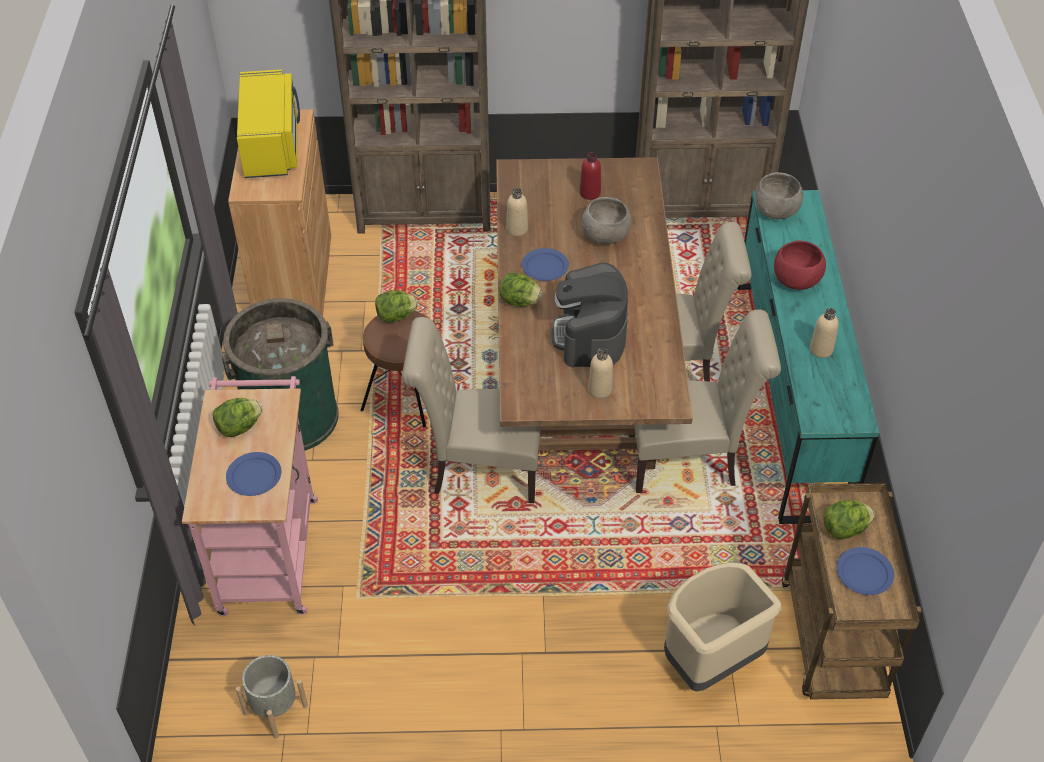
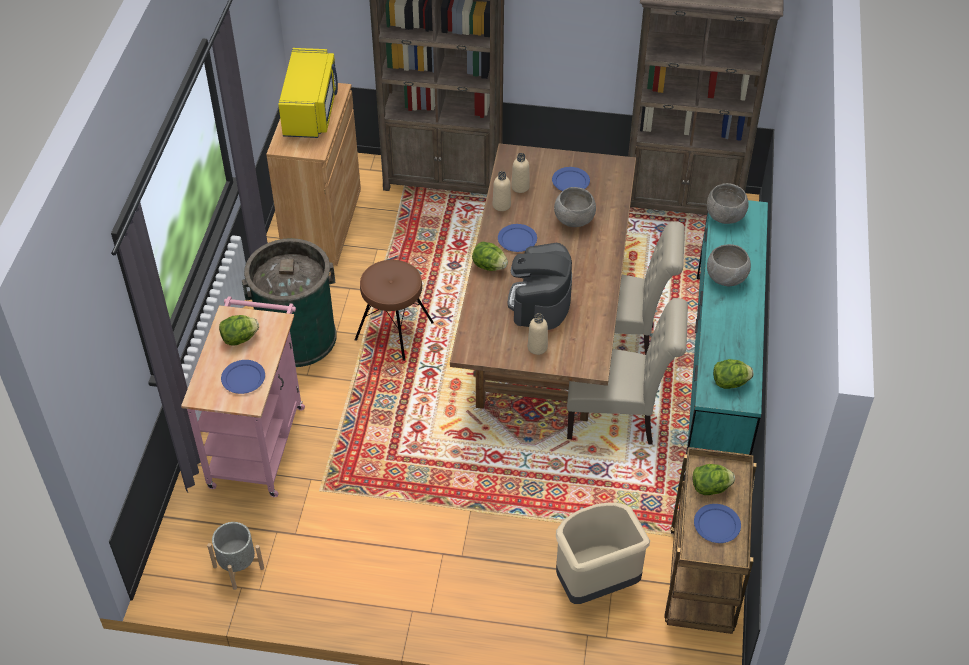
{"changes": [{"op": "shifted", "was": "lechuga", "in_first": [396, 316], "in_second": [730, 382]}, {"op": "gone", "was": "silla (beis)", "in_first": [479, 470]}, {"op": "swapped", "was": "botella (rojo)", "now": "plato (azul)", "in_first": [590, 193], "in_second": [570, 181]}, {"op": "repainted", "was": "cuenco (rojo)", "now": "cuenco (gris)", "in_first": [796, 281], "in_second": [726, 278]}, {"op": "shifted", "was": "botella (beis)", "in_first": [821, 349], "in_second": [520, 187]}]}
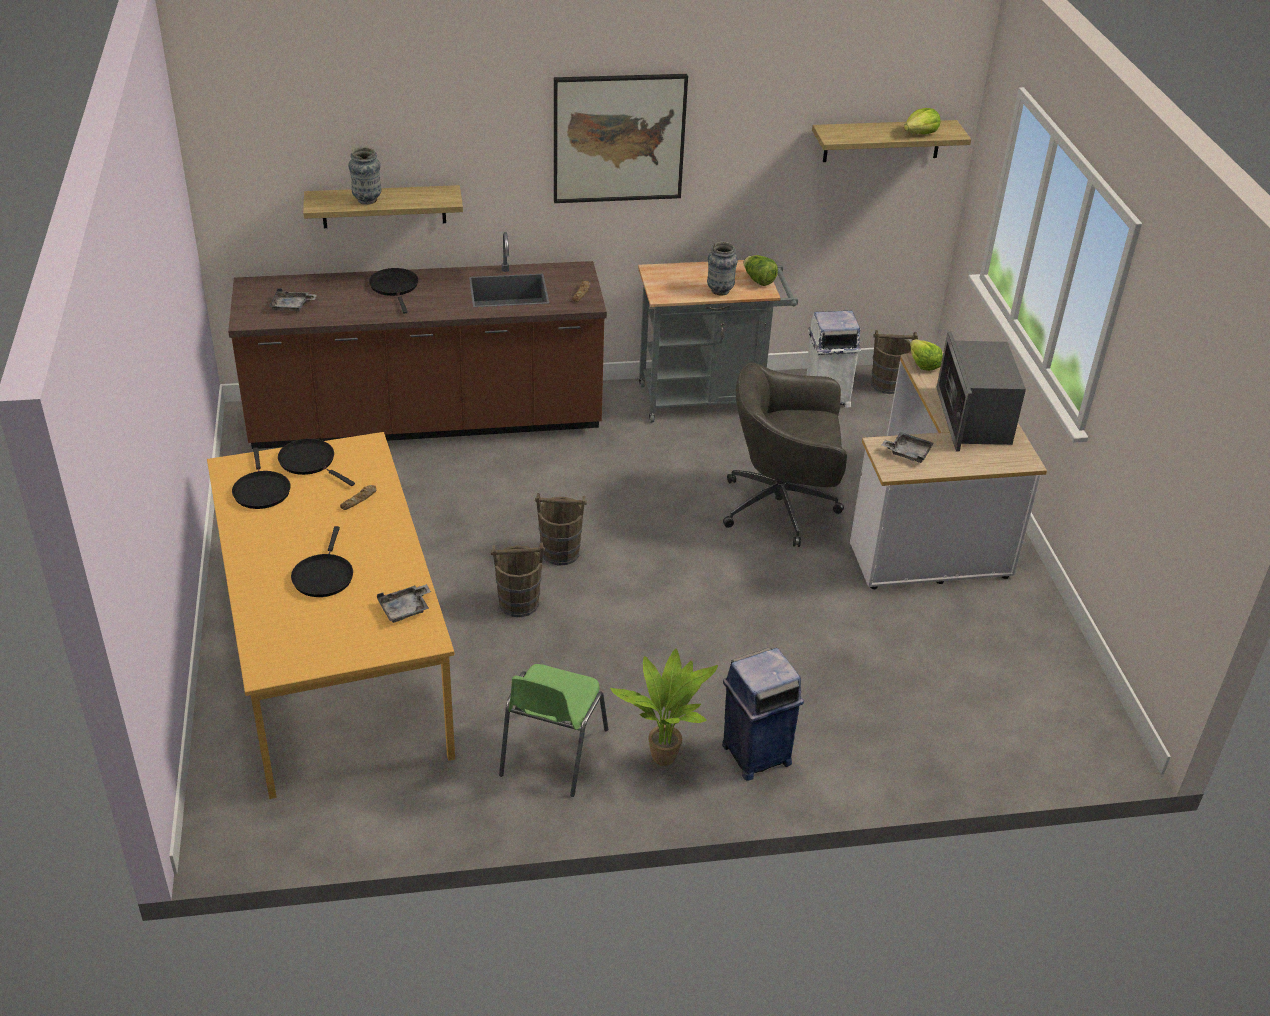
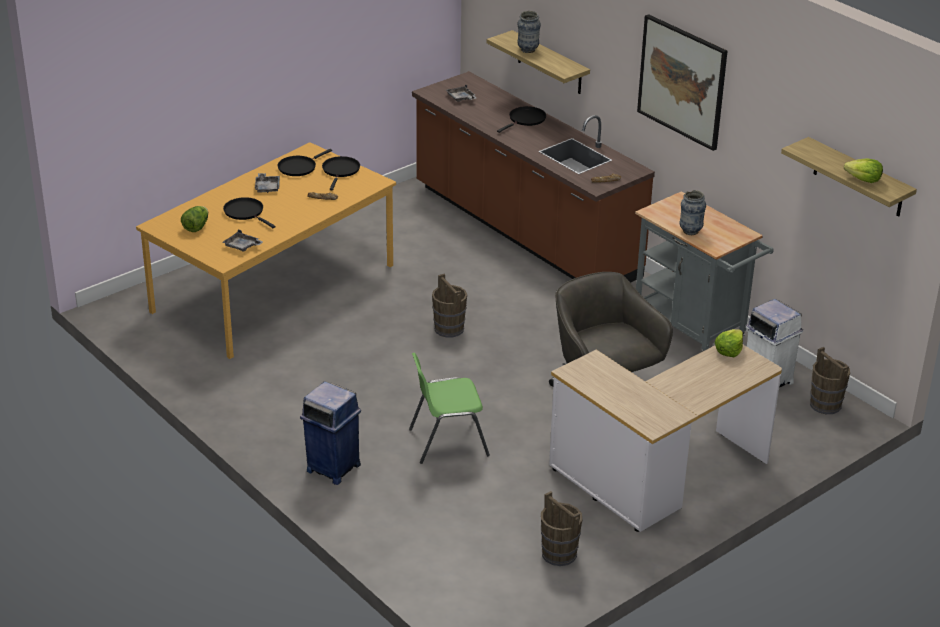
{"changes": [{"op": "rotated", "was": "sartén (negro)", "in_first": [323, 576], "in_second": [245, 212], "clockwise": 75}, {"op": "shifted", "was": "cubo (marrón)", "in_first": [519, 603], "in_second": [559, 554]}, {"op": "shifted", "was": "silla (verde)", "in_first": [551, 753], "in_second": [447, 442]}, {"op": "gone", "was": "planta en maceta", "in_first": [664, 755]}, {"op": "shifted", "was": "lechuga", "in_first": [758, 280], "in_second": [196, 227]}, {"op": "shifted", "was": "bandeja (gris)", "in_first": [907, 452], "in_second": [267, 187]}, {"op": "gone", "was": "microondas", "in_first": [973, 419]}]}
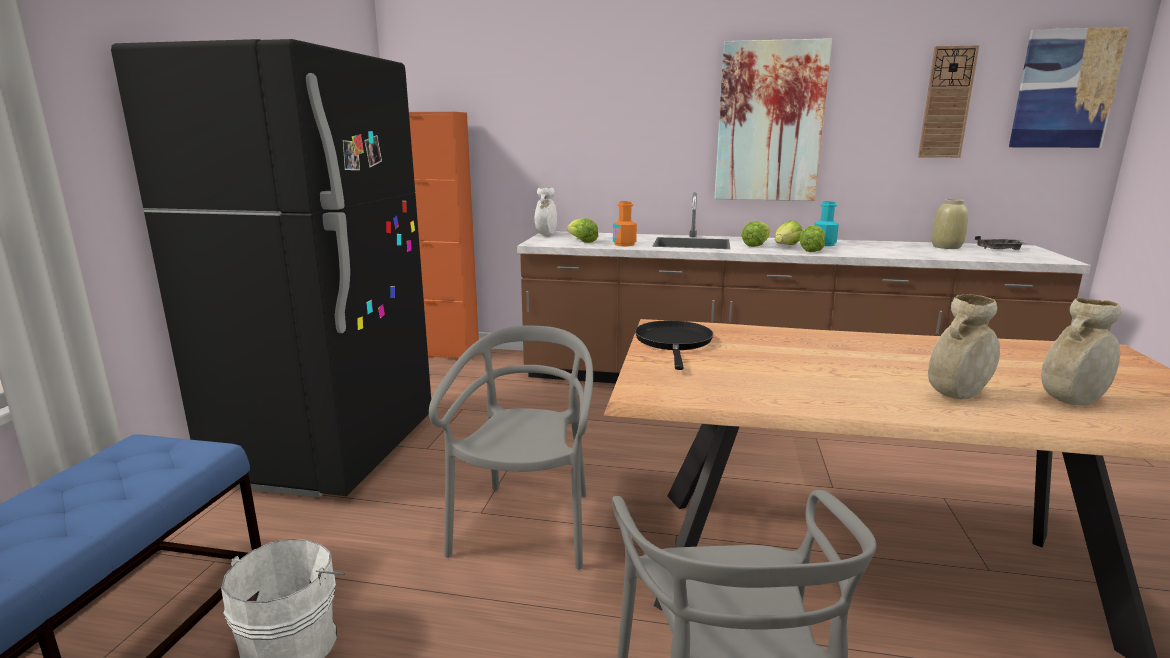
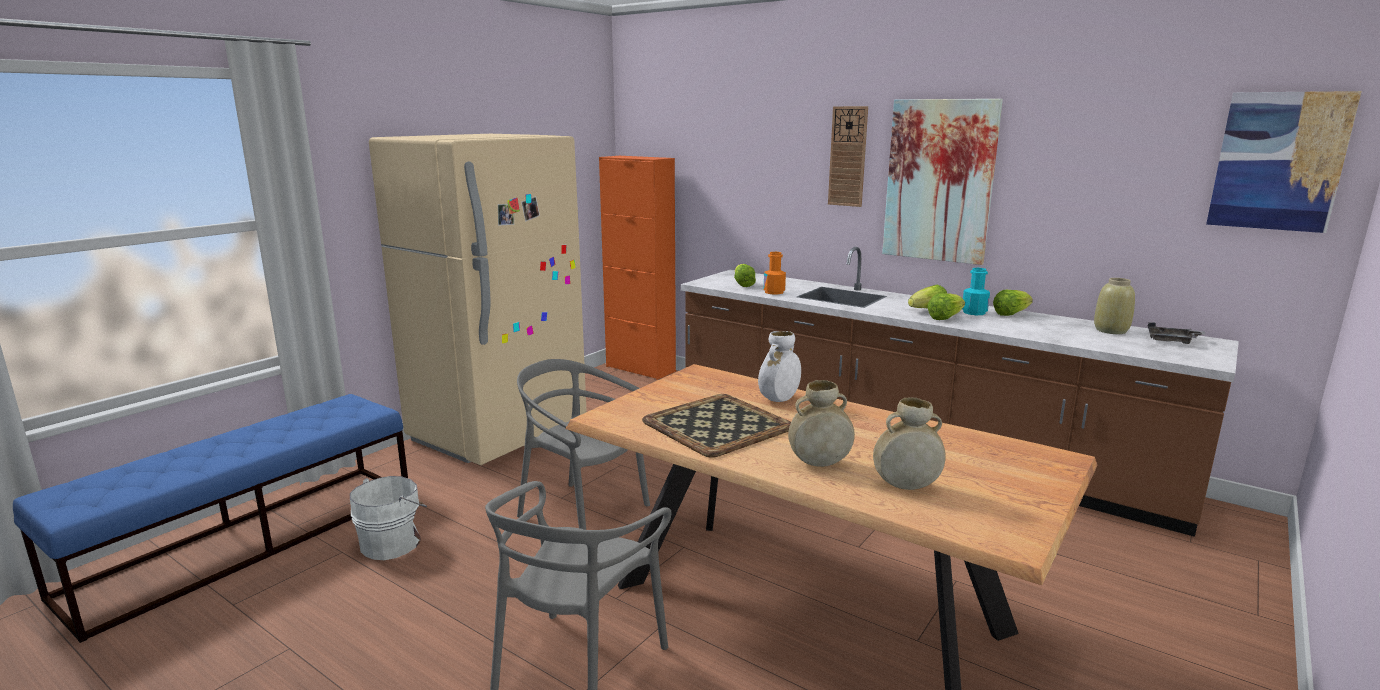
{"changes": [{"op": "repainted", "was": "nevera (negro)", "now": "nevera (beis)", "in_first": [329, 450], "in_second": [499, 433]}, {"op": "rotated", "was": "silla (gris)", "in_first": [526, 526], "in_second": [583, 514], "clockwise": -90}, {"op": "shifted", "was": "florero (blanco)", "in_first": [546, 235], "in_second": [779, 400]}, {"op": "gone", "was": "sartén (negro)", "in_first": [674, 342]}, {"op": "shifted", "was": "lechuga", "in_first": [756, 245], "in_second": [1011, 314]}, {"op": "shifted", "was": "reloj de pared", "in_first": [947, 103], "in_second": [848, 156]}, {"op": "new", "now": "bandeja", "in_second": [717, 424]}]}
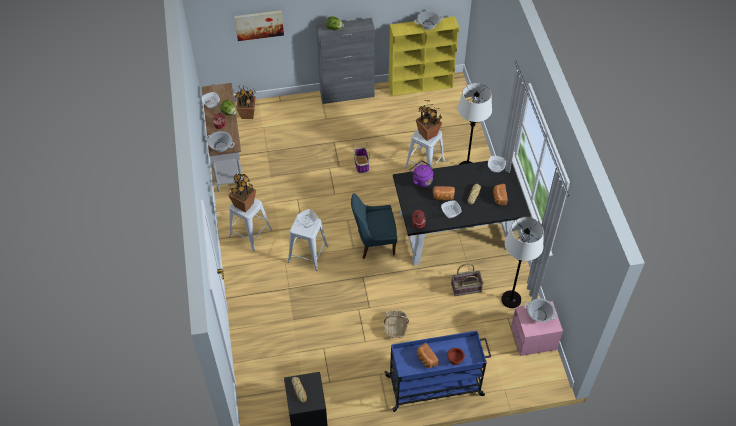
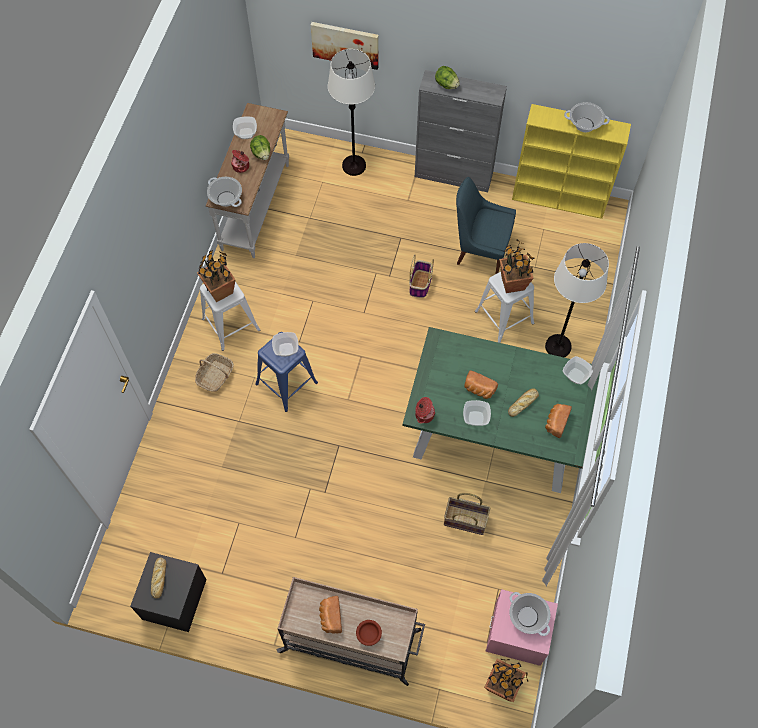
{"changes": [{"op": "shifted", "was": "planta en maceta", "in_first": [248, 114], "in_second": [502, 685]}, {"op": "repainted", "was": "taburete (blanco)", "now": "taburete (azul)", "in_first": [308, 254], "in_second": [286, 383]}, {"op": "shifted", "was": "silla (azul)", "in_first": [374, 242], "in_second": [480, 250]}, {"op": "shifted", "was": "cesta", "in_first": [395, 327], "in_second": [215, 376]}, {"op": "repainted", "was": "carrito (azul)", "now": "carrito (beis)", "in_first": [435, 385], "in_second": [352, 641]}, {"op": "repainted", "was": "mesa de comedor (negro)", "now": "mesa de comedor (verde)", "in_first": [455, 230], "in_second": [495, 431]}, {"op": "gone", "was": "hervidor (morado)", "in_first": [421, 180]}, {"op": "shifted", "was": "lámpara de pie (blanco)", "in_first": [511, 300], "in_second": [354, 166]}]}
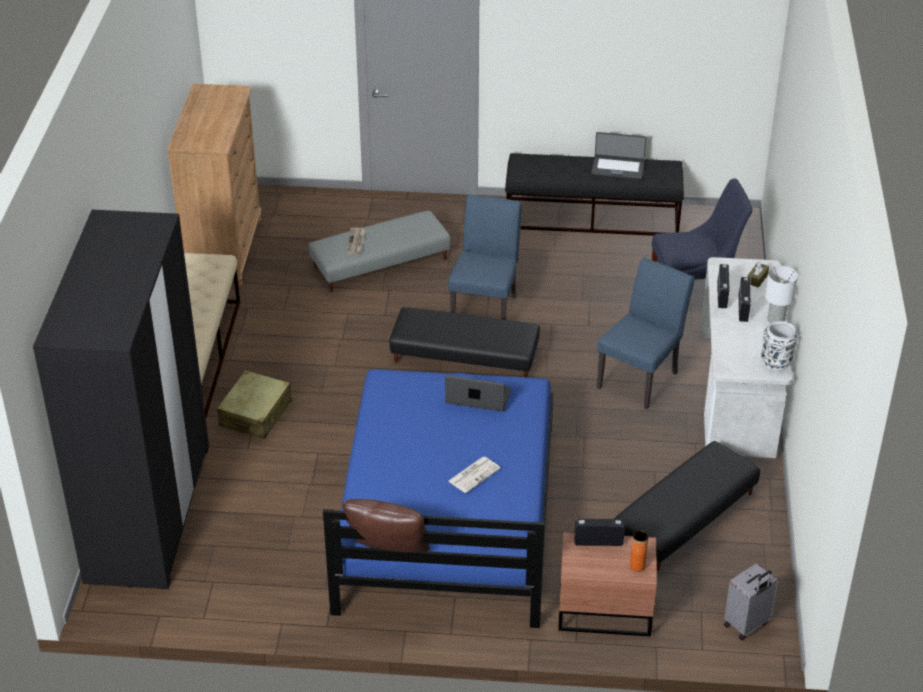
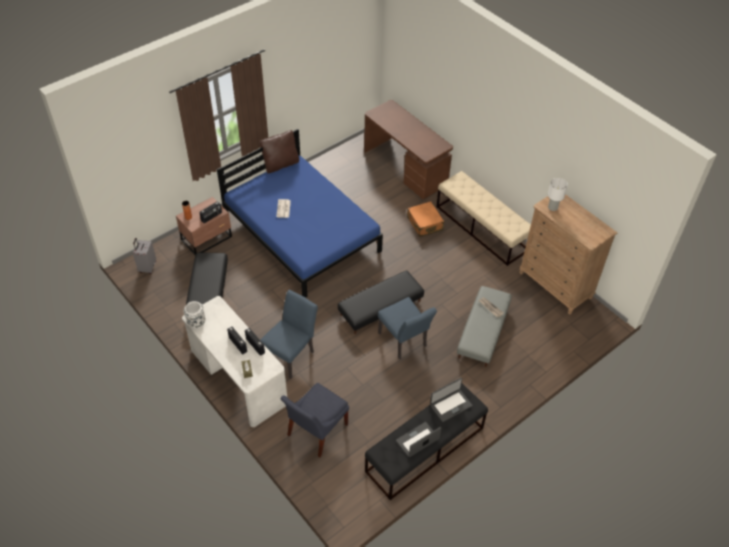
{"changes": [{"op": "swapped", "was": "armario ropero (negro)", "now": "escritorio (marrón)", "in_first": [148, 512], "in_second": [405, 167]}, {"op": "repainted", "was": "maleta (beis)", "now": "maleta (naranja)", "in_first": [256, 413], "in_second": [425, 223]}, {"op": "shifted", "was": "portátil", "in_first": [478, 397], "in_second": [450, 405]}, {"op": "rotated", "was": "silla (azul)", "in_first": [641, 377], "in_second": [291, 354], "clockwise": -135}, {"op": "shifted", "was": "lámpara de mesa (blanco)", "in_first": [776, 319], "in_second": [553, 207]}]}
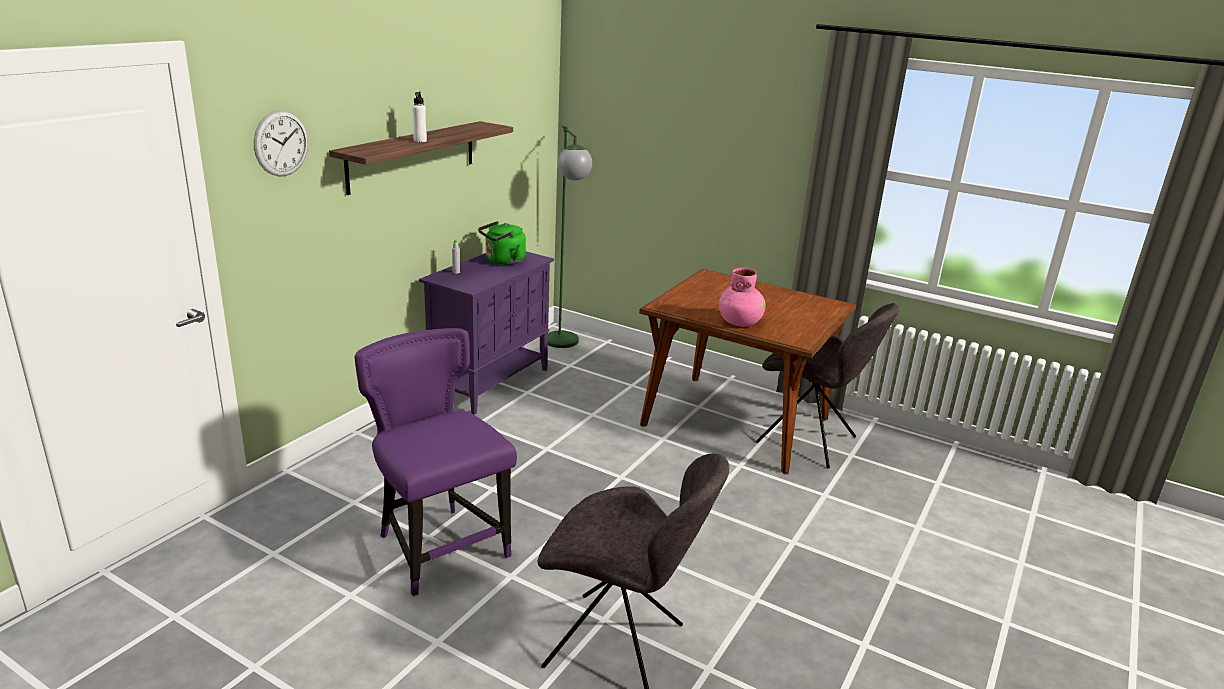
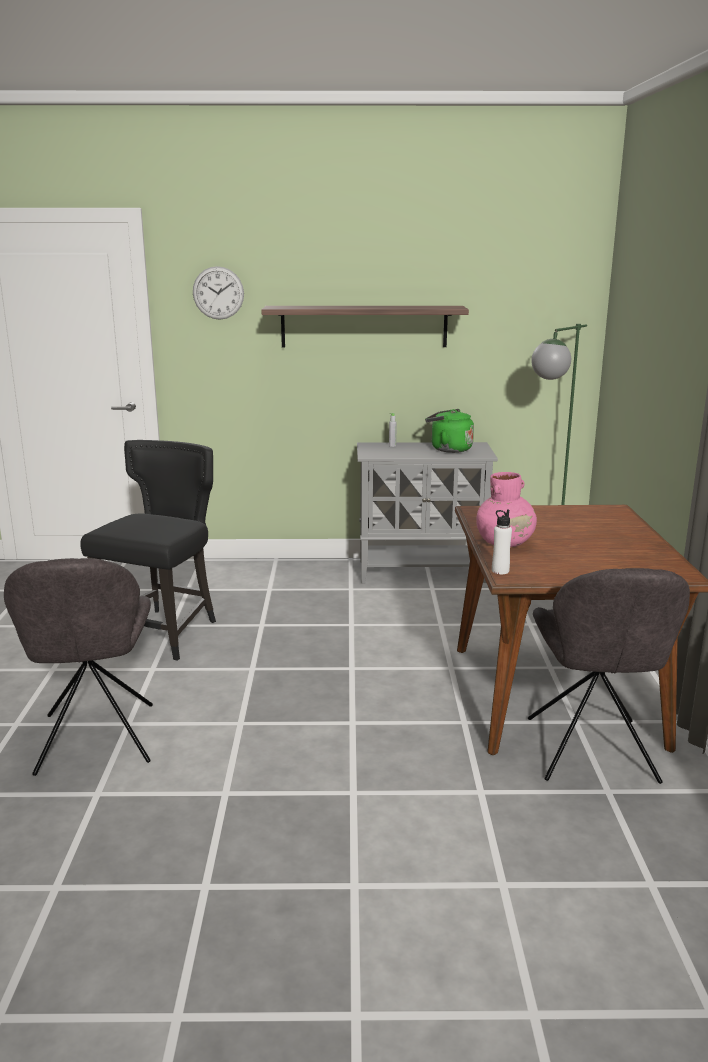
{"changes": [{"op": "repainted", "was": "silla (morado)", "now": "silla (negro)", "in_first": [439, 547], "in_second": [163, 633]}, {"op": "shifted", "was": "botella (blanco)", "in_first": [420, 140], "in_second": [500, 571]}, {"op": "repainted", "was": "armario (morado)", "now": "armario (gris)", "in_first": [490, 382], "in_second": [422, 571]}]}
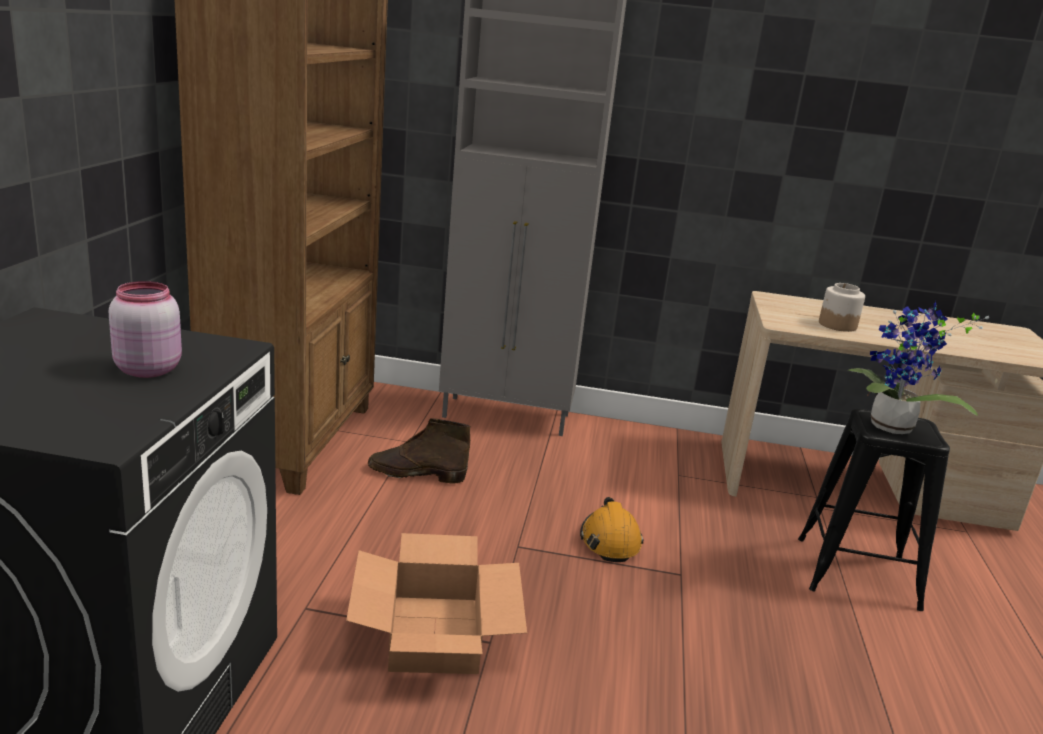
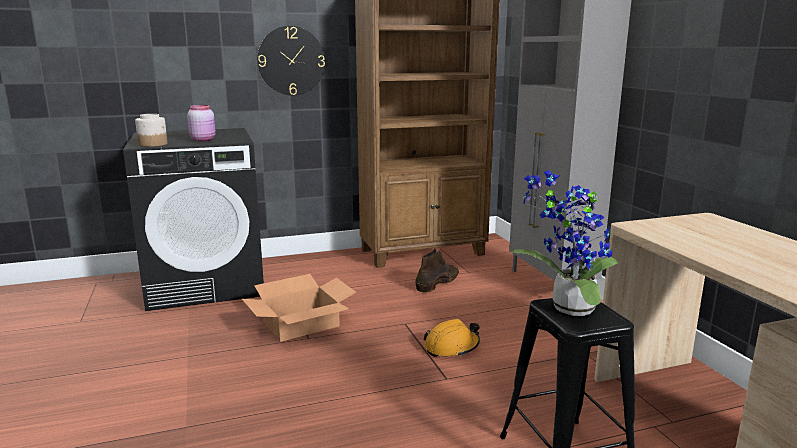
{"changes": [{"op": "rotated", "was": "bota (marrón)", "in_first": [415, 473], "in_second": [438, 282], "clockwise": 60}, {"op": "shifted", "was": "tarro", "in_first": [837, 325], "in_second": [153, 144]}, {"op": "new", "now": "reloj de pared", "in_second": [291, 61]}]}
